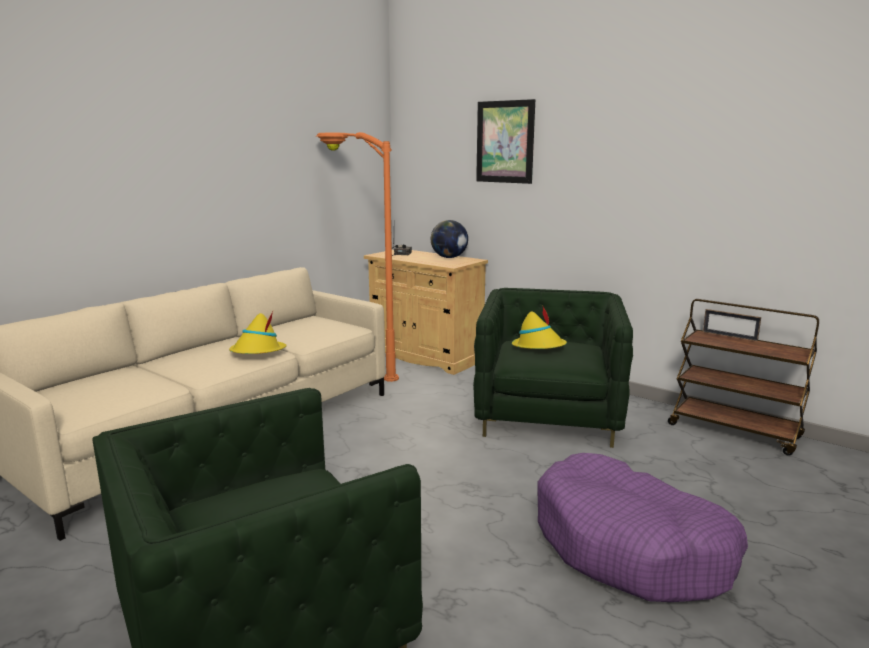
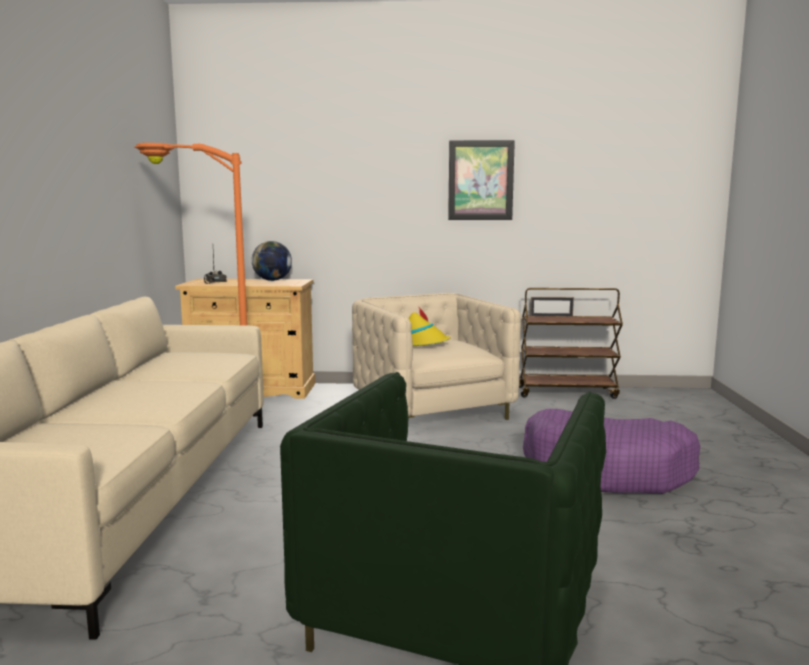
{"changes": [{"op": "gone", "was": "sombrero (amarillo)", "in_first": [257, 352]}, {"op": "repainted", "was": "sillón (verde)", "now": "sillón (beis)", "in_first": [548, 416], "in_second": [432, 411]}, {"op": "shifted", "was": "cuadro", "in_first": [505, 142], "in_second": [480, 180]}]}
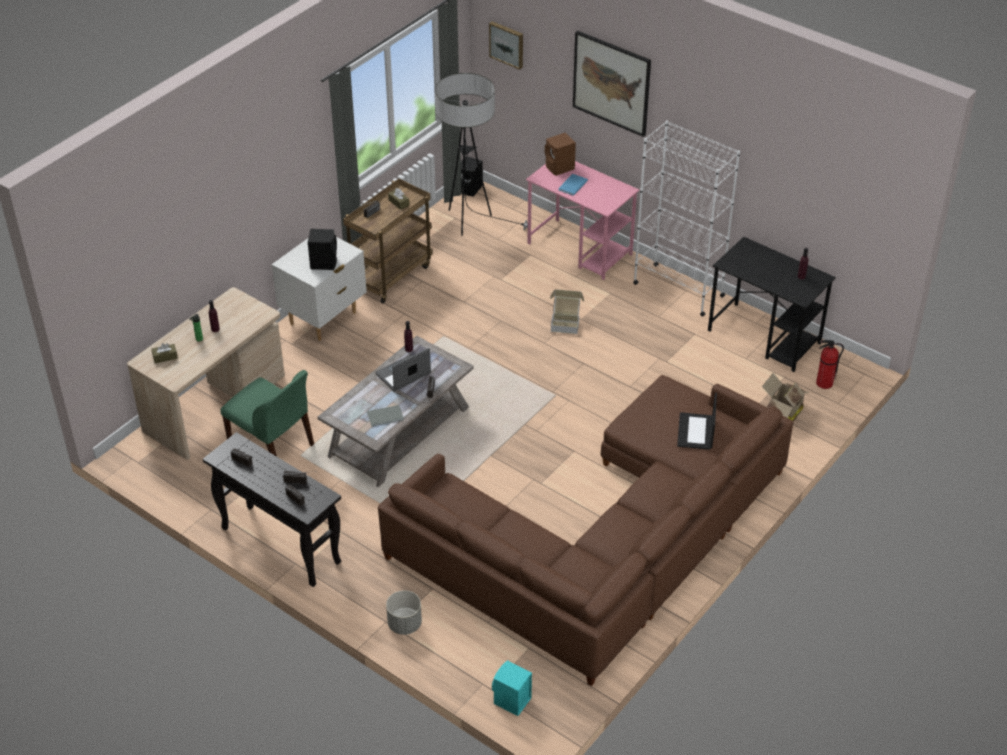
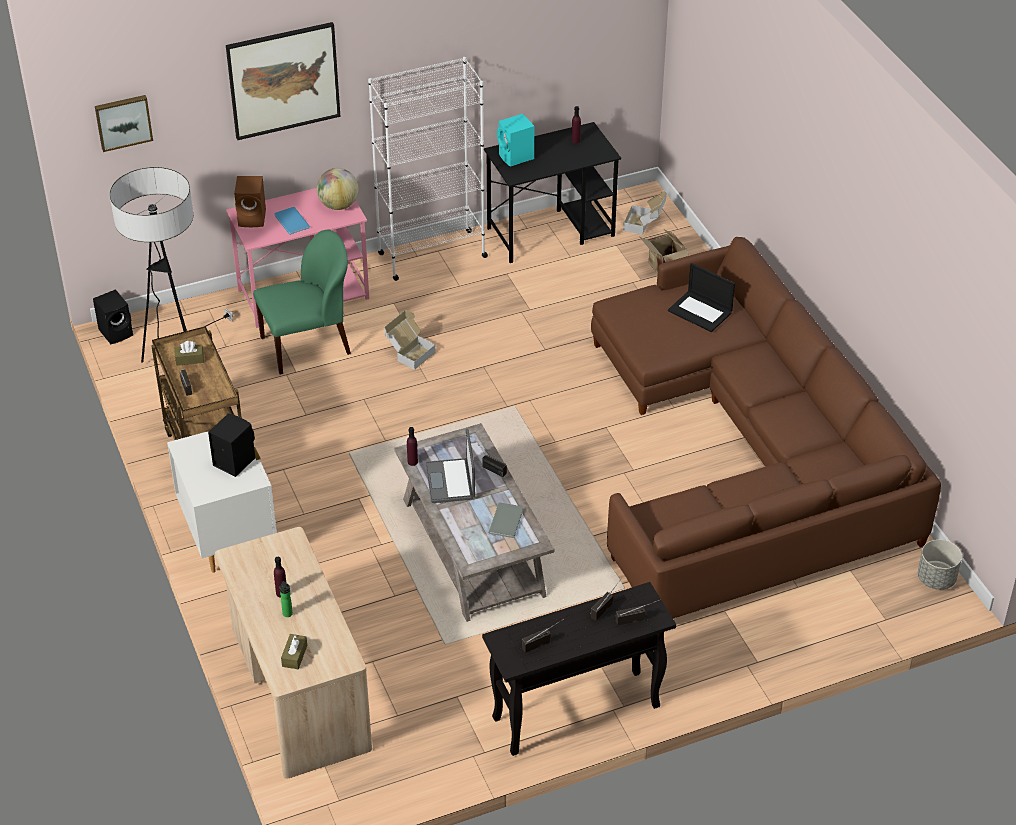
{"changes": [{"op": "shifted", "was": "silla (verde)", "in_first": [273, 446], "in_second": [307, 345]}, {"op": "shifted", "was": "maceta (gris)", "in_first": [404, 624], "in_second": [936, 579]}, {"op": "shifted", "was": "altavoz (turquesa)", "in_first": [511, 701], "in_second": [516, 157]}, {"op": "swapped", "was": "extintor", "now": "caja de cartón", "in_first": [824, 383], "in_second": [645, 225]}, {"op": "new", "now": "globo terráqueo", "in_second": [338, 205]}]}
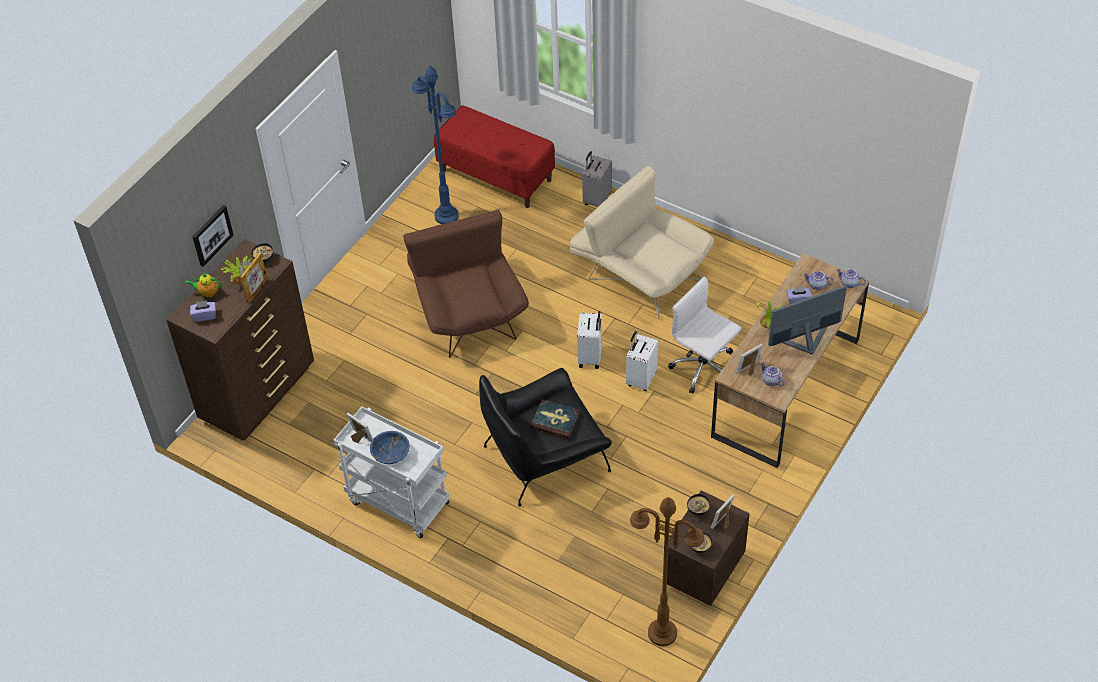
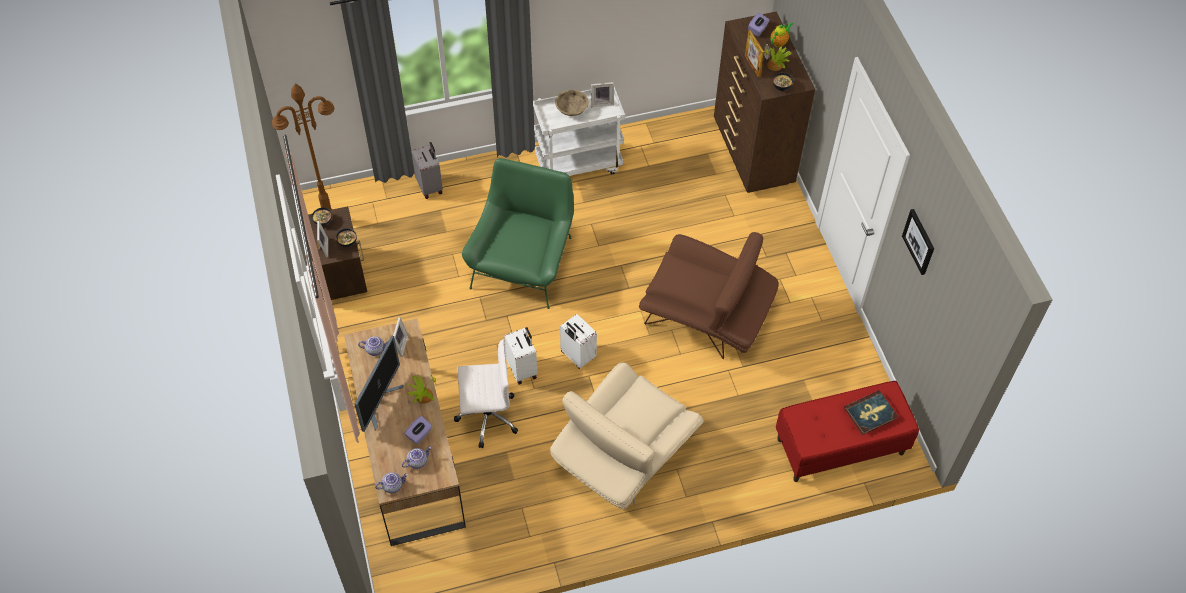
{"changes": [{"op": "shifted", "was": "cuadro", "in_first": [211, 235], "in_second": [919, 241]}, {"op": "repainted", "was": "cuenco (azul)", "now": "cuenco (beis)", "in_first": [390, 454], "in_second": [572, 109]}, {"op": "gone", "was": "lámpara de pie (azul)", "in_first": [447, 216]}, {"op": "repainted", "was": "sillón (negro)", "now": "sillón (verde)", "in_first": [545, 457], "in_second": [523, 263]}, {"op": "shifted", "was": "libro", "in_first": [555, 420], "in_second": [870, 414]}, {"op": "rotated", "was": "sillón (beis)", "in_first": [639, 273], "in_second": [623, 456], "clockwise": 135}, {"op": "shifted", "was": "maleta (gris)", "in_first": [596, 199], "in_second": [430, 186]}]}
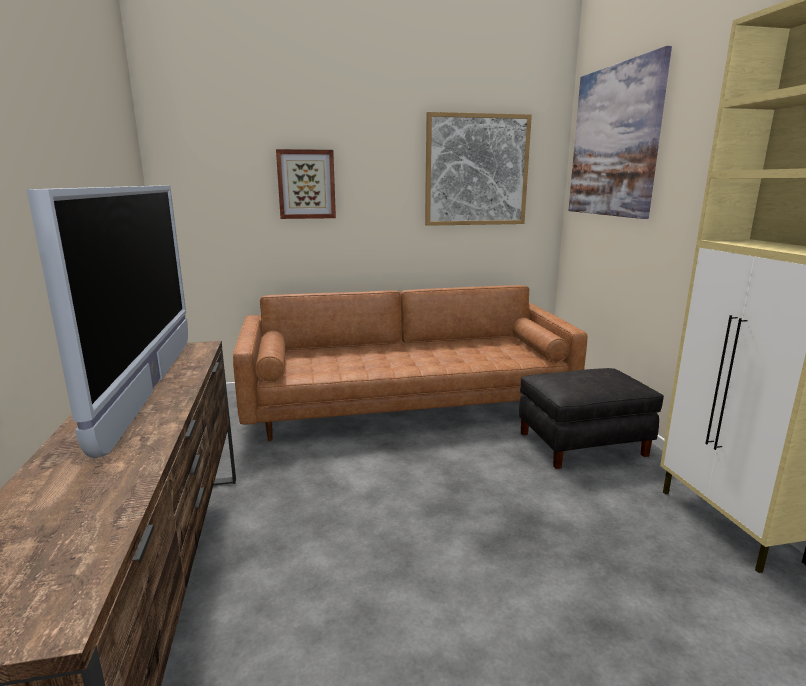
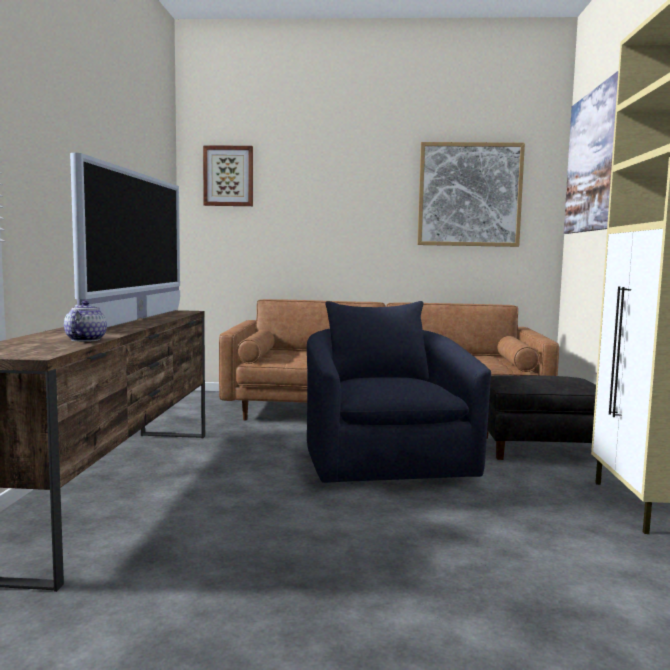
{"changes": [{"op": "shifted", "was": "cuadro", "in_first": [306, 184], "in_second": [228, 176]}, {"op": "new", "now": "tetera", "in_second": [86, 340]}, {"op": "new", "now": "sillón (azul)", "in_second": [384, 459]}]}
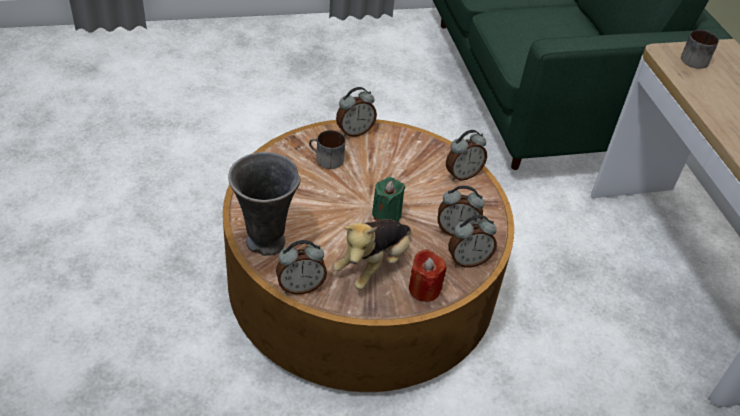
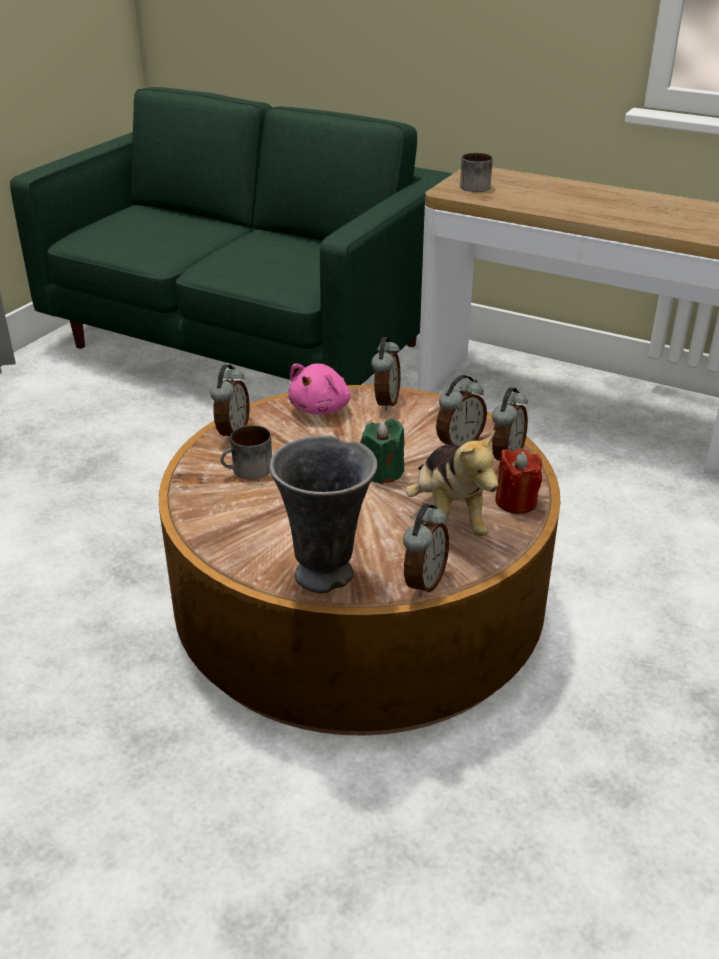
{"changes": [{"op": "new", "now": "peluche (rosa)", "in_second": [321, 408]}]}
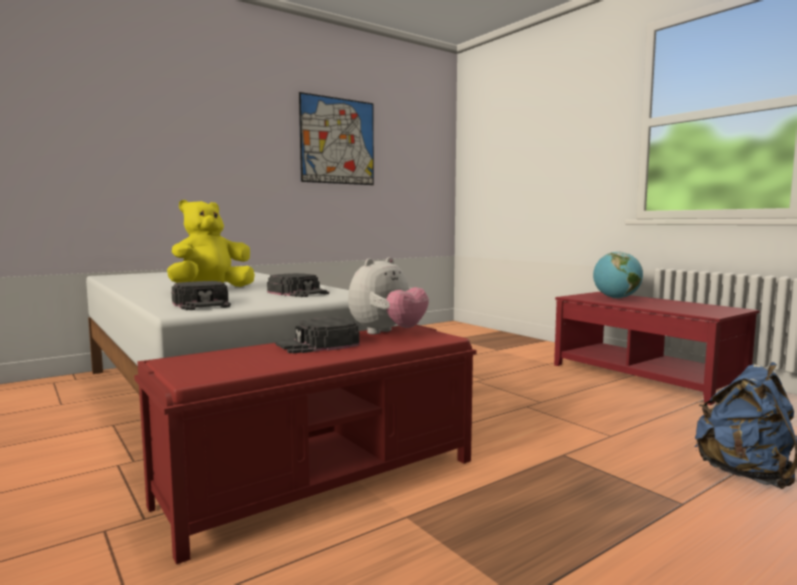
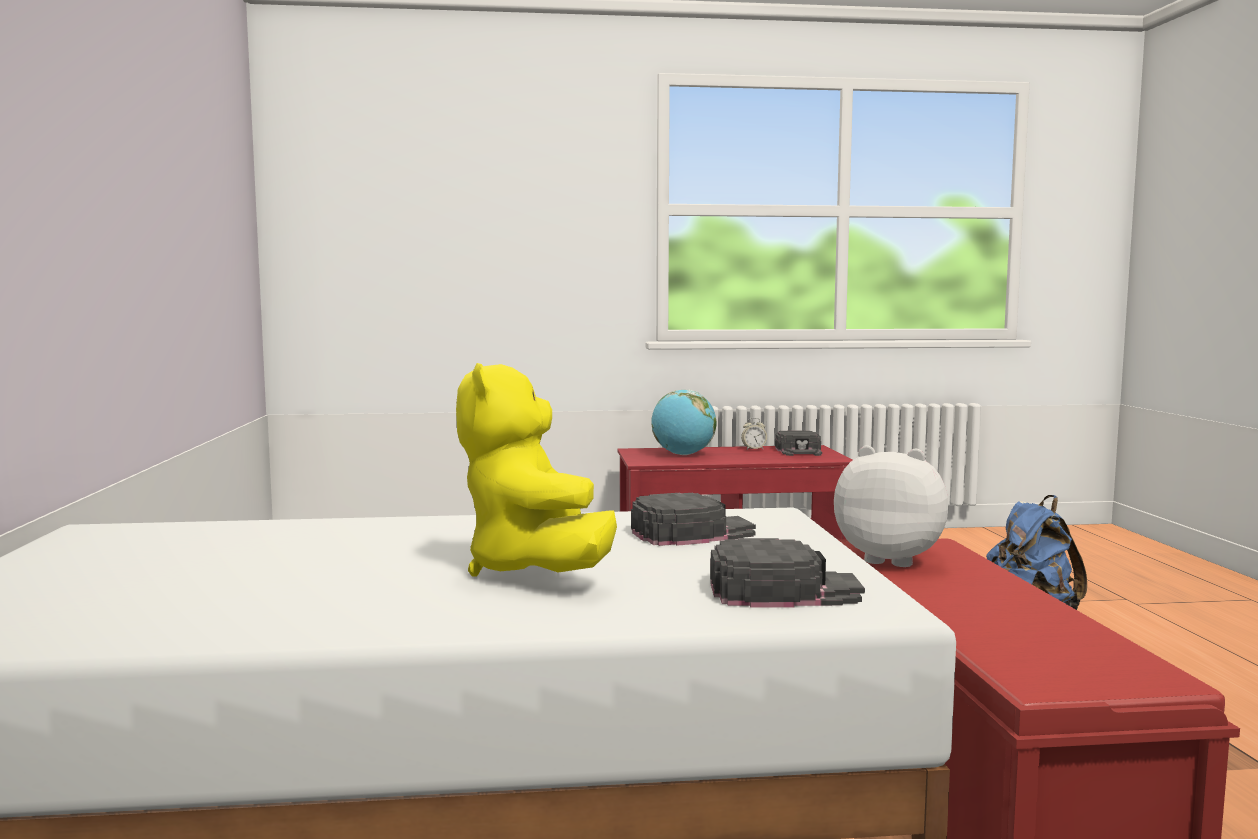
{"changes": [{"op": "shifted", "was": "gorra (negro)", "in_first": [318, 345], "in_second": [799, 451]}, {"op": "gone", "was": "cuadro", "in_first": [337, 141]}, {"op": "rotated", "was": "peluche", "in_first": [387, 333], "in_second": [890, 559], "clockwise": -45}, {"op": "new", "now": "despertador", "in_second": [753, 449]}]}
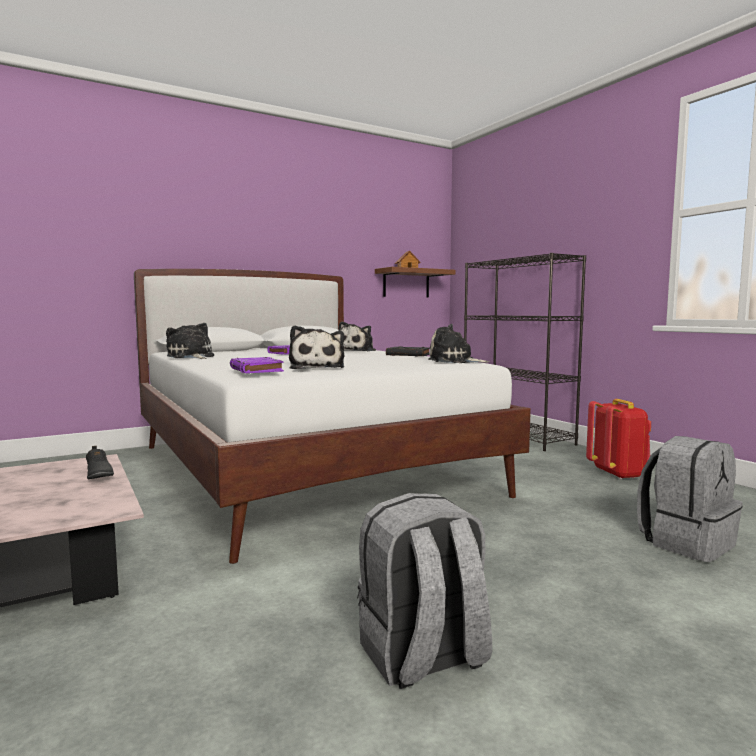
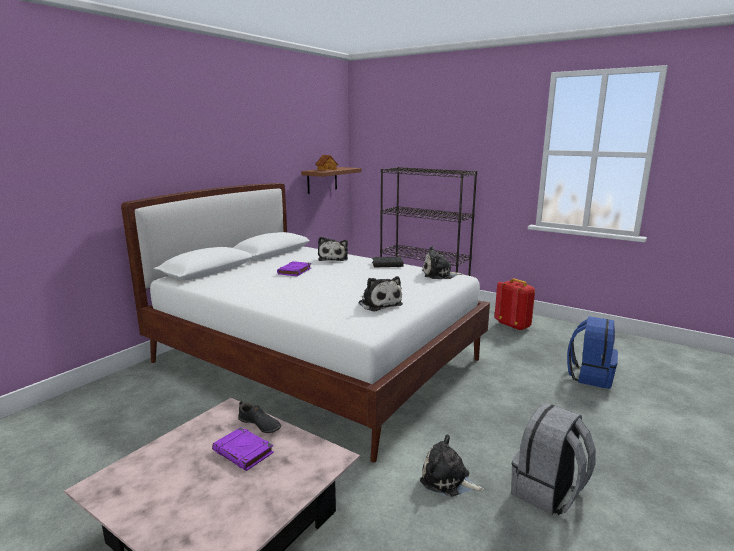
{"changes": [{"op": "shifted", "was": "peluche", "in_first": [191, 357], "in_second": [448, 480]}, {"op": "shifted", "was": "libro (morado)", "in_first": [256, 370], "in_second": [244, 452]}, {"op": "repainted", "was": "mochila (gris)", "now": "mochila (azul)", "in_first": [686, 542], "in_second": [590, 376]}]}
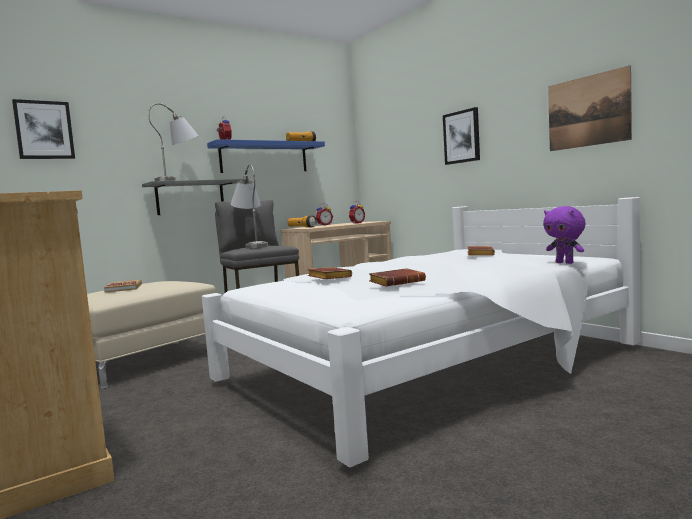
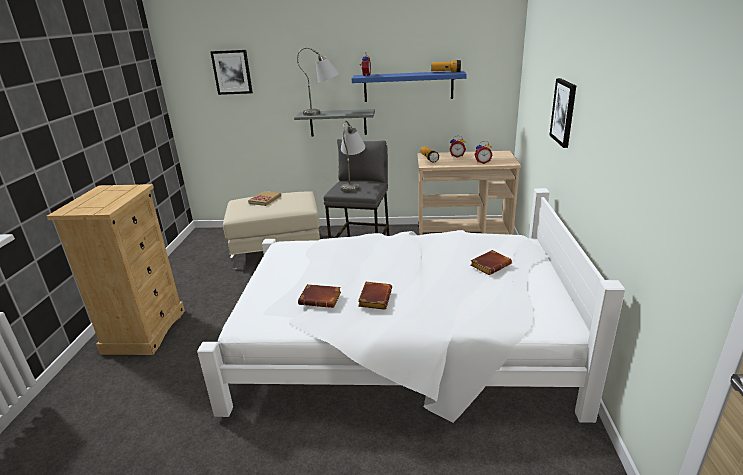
{"changes": [{"op": "shifted", "was": "libro (marrón)", "in_first": [327, 278], "in_second": [374, 298]}, {"op": "gone", "was": "peluche (morado)", "in_first": [565, 263]}, {"op": "gone", "was": "cuadro", "in_first": [587, 111]}]}
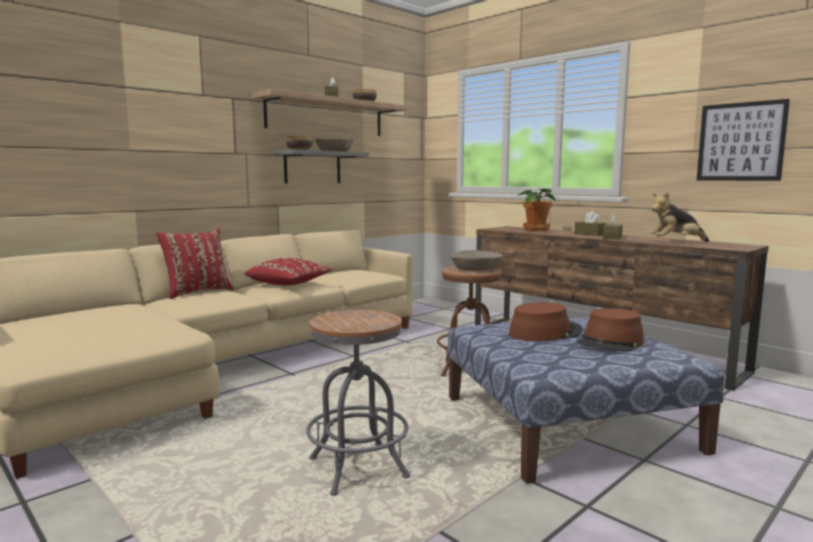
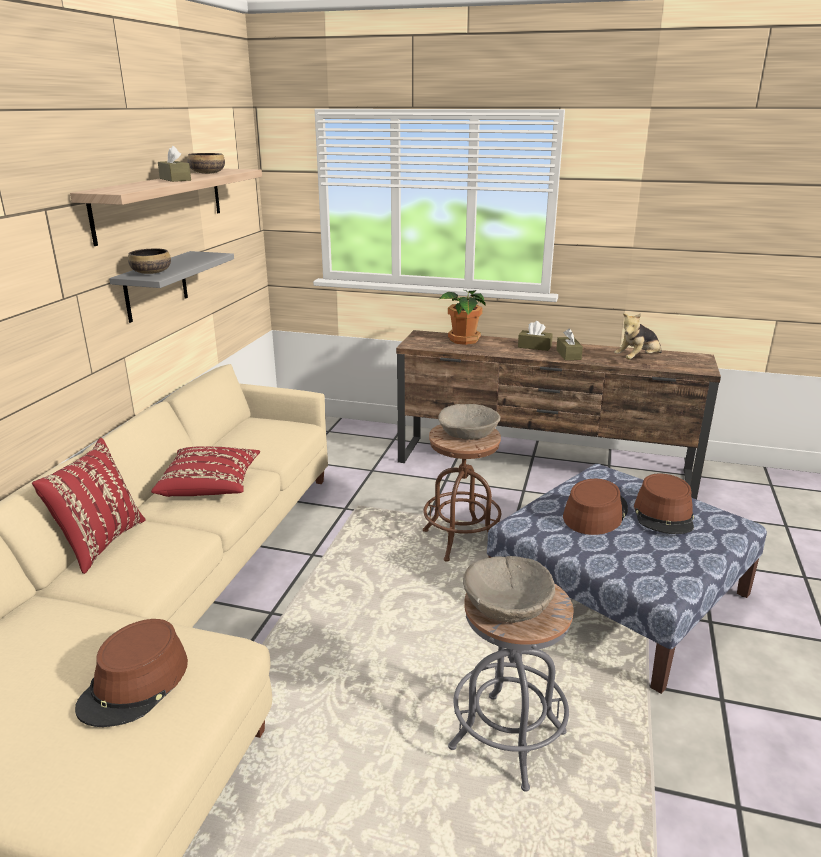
{"changes": [{"op": "shifted", "was": "cuenco (beis)", "in_first": [334, 151], "in_second": [507, 604]}, {"op": "gone", "was": "cuadro", "in_first": [740, 142]}, {"op": "new", "now": "sombrero (marrón)", "in_second": [135, 684]}]}
